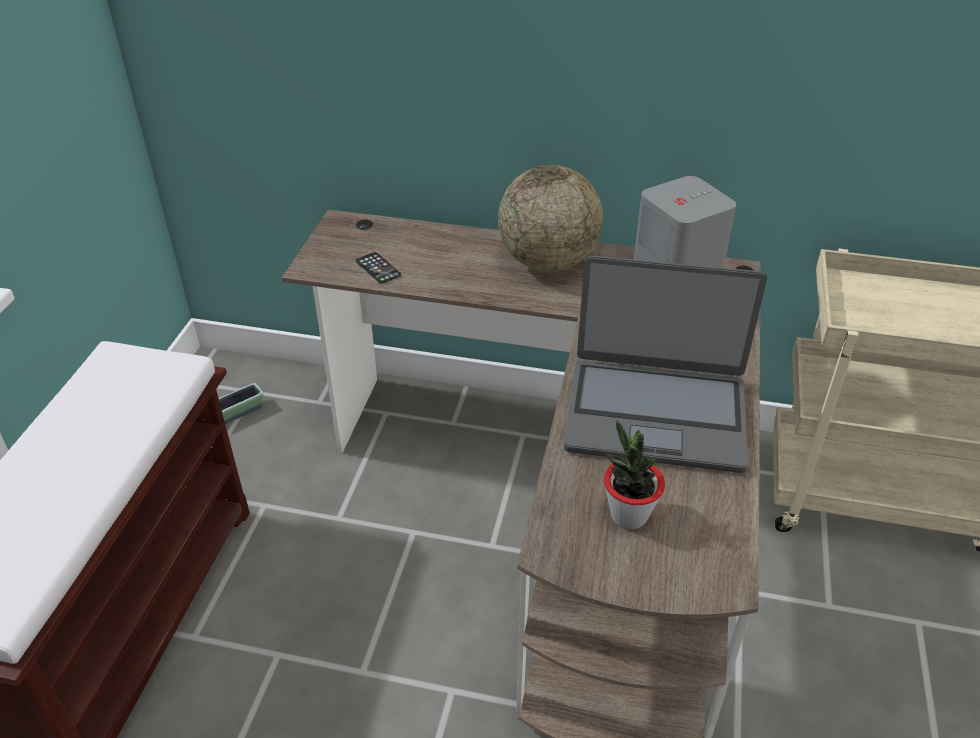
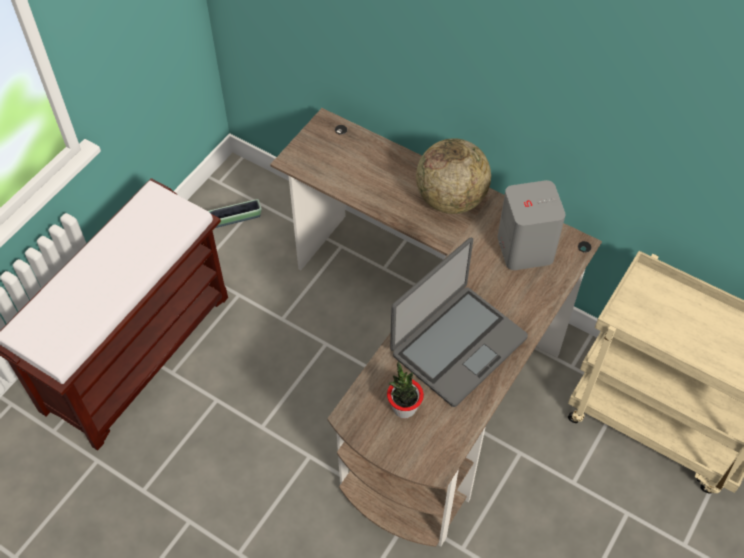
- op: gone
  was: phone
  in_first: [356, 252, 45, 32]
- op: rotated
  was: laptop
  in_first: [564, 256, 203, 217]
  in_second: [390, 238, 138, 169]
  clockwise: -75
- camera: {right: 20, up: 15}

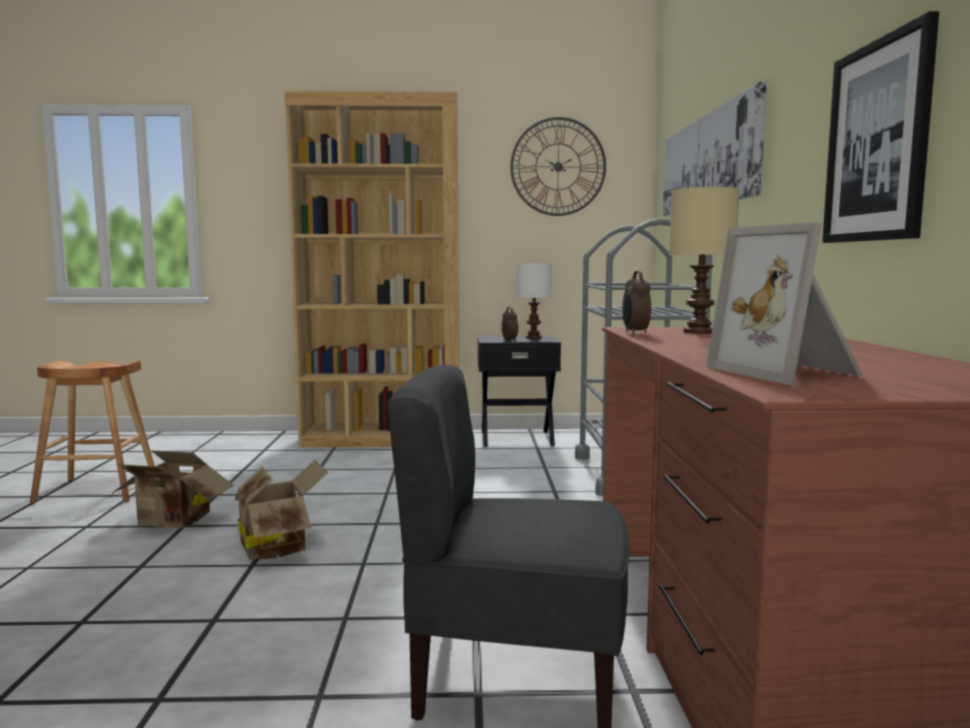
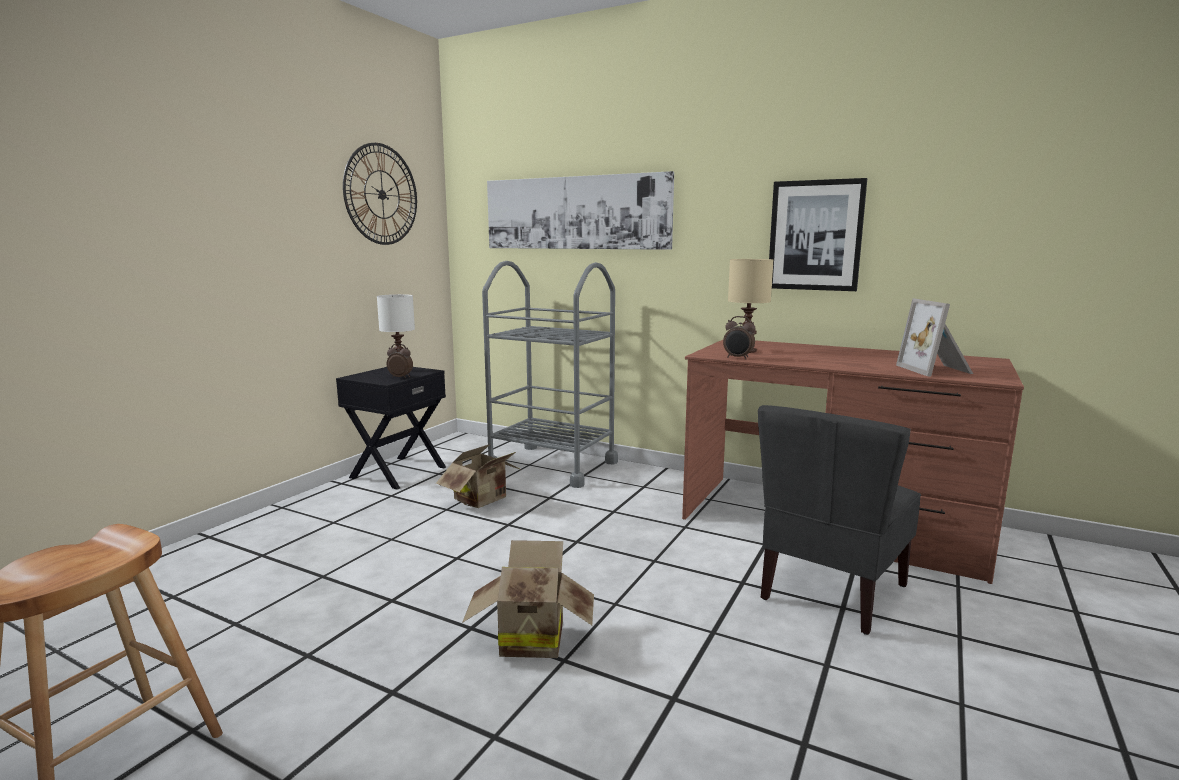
- op: gone
  was: brown bookcase
  in_first: [284, 91, 175, 357]
- op: rotated
  was: picture frame
  in_first: [706, 222, 157, 163]
  in_second: [896, 298, 77, 78]
  clockwise: 75
- op: shifted
  was: cardboard box
  in_first: [111, 450, 123, 79]
  in_second: [436, 444, 85, 64]
- camera: {right: -60, up: 5}

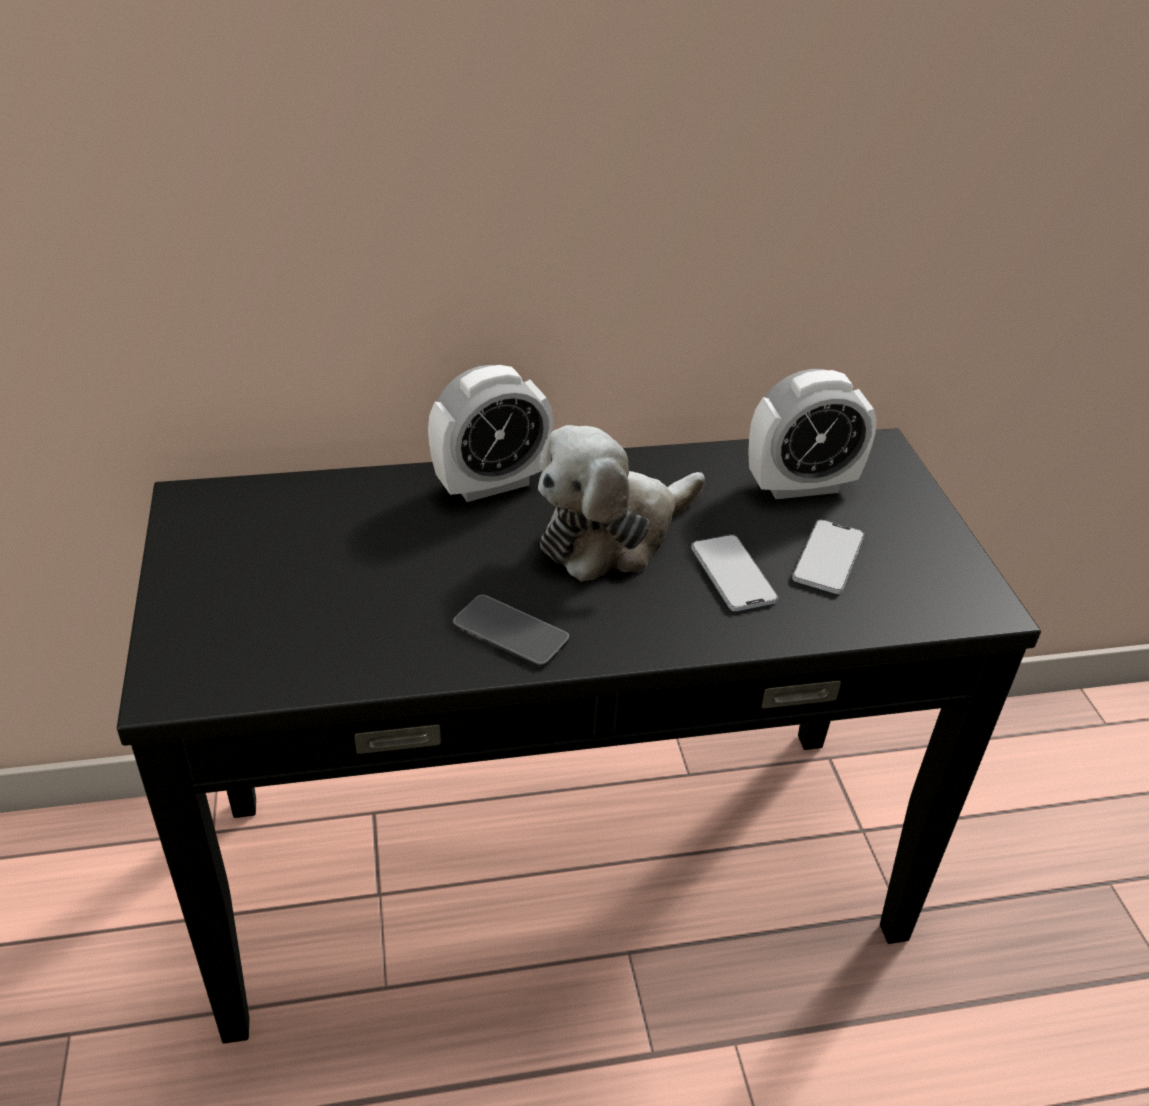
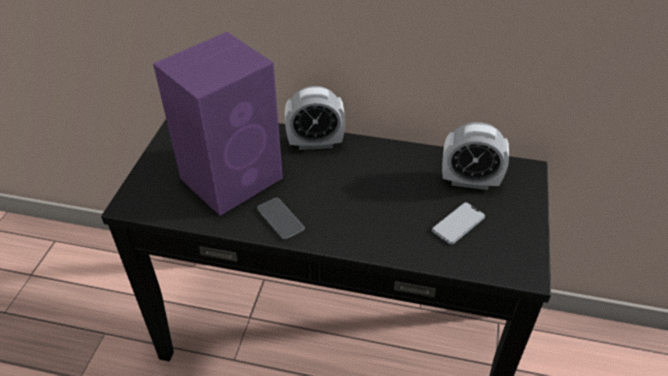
- op: gone
  was: plush toy
  in_first: [538, 425, 167, 156]
- op: gone
  was: phone
  in_first: [691, 534, 87, 77]
- op: new
  now: purple speaker
  in_second: [153, 32, 130, 184]
- camera: {right: 25, up: 5}

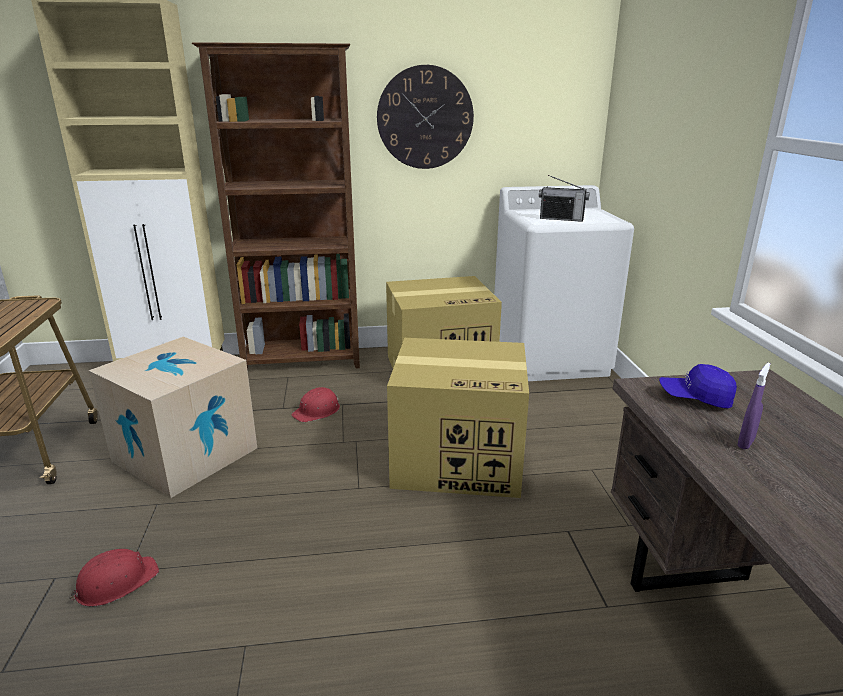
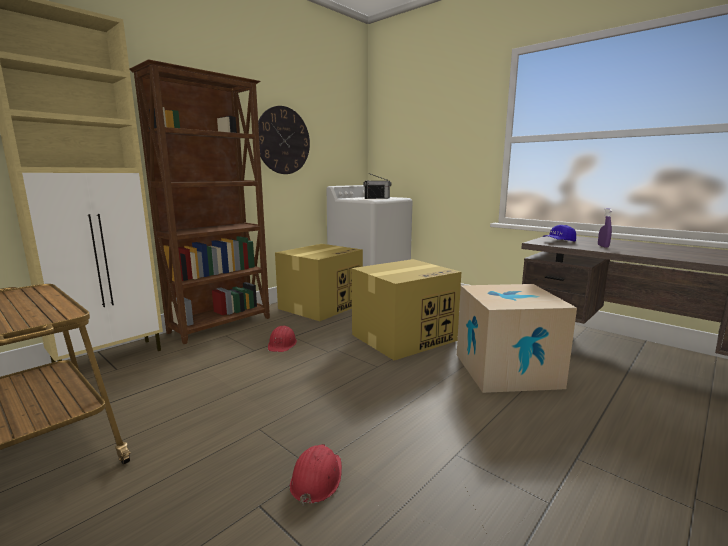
- op: shifted
  was: cardboard box
  in_first: [89, 337, 168, 161]
  in_second: [457, 284, 120, 109]
- camera: {right: -40, up: -10}

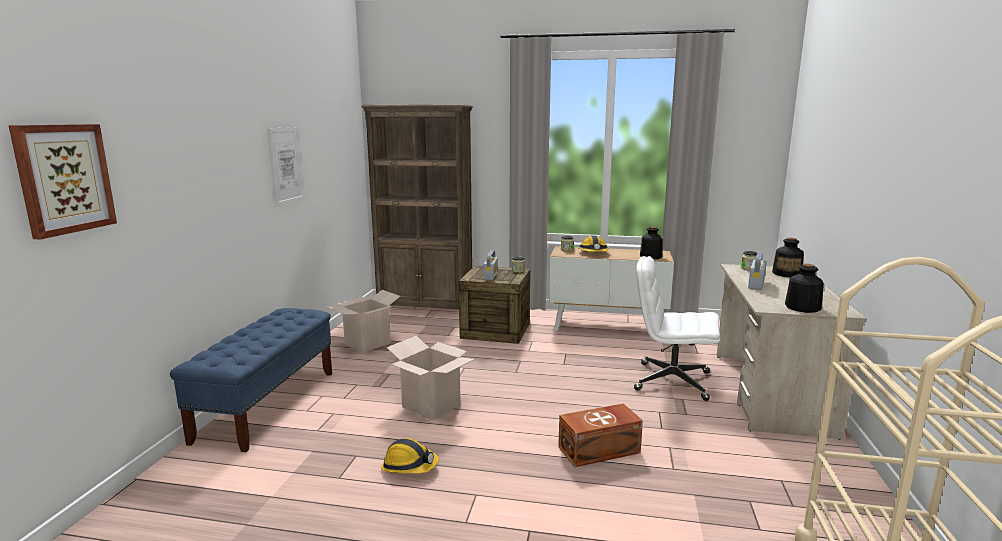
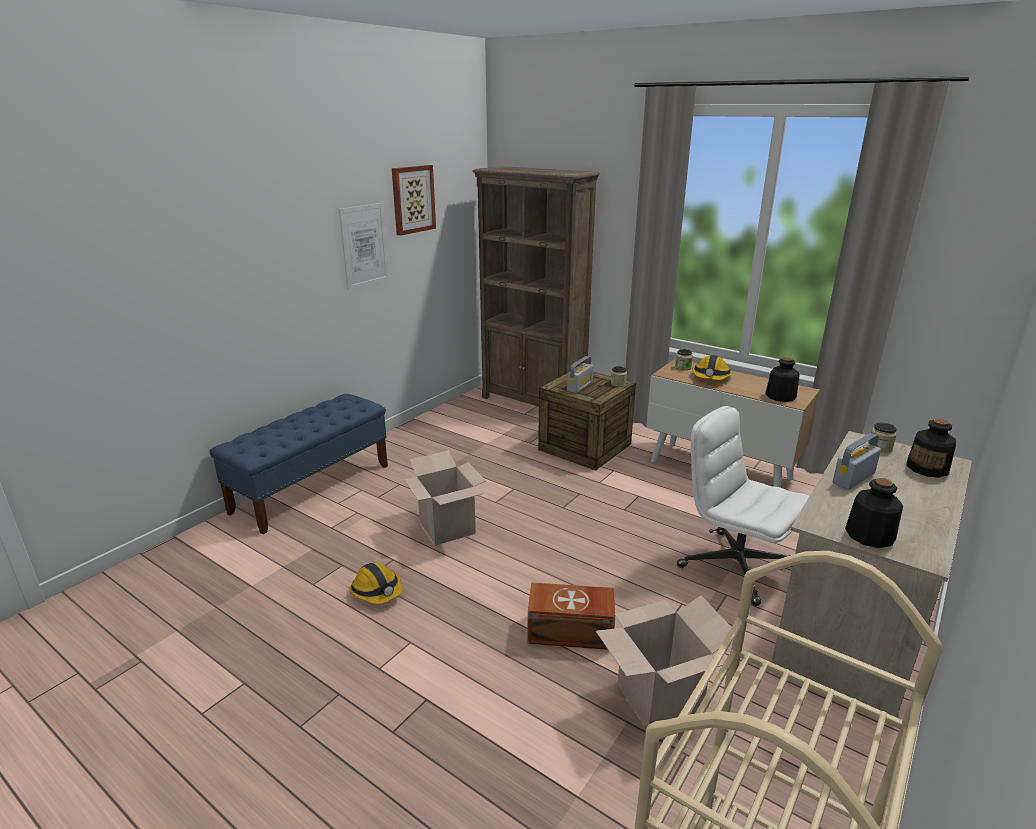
- op: shifted
  was: picture
  in_first: [8, 124, 109, 115]
  in_second: [392, 165, 44, 71]
- op: shifted
  was: cardboard box
  in_first: [328, 290, 72, 63]
  in_second: [596, 596, 135, 132]
- camera: {right: 25, up: 10}

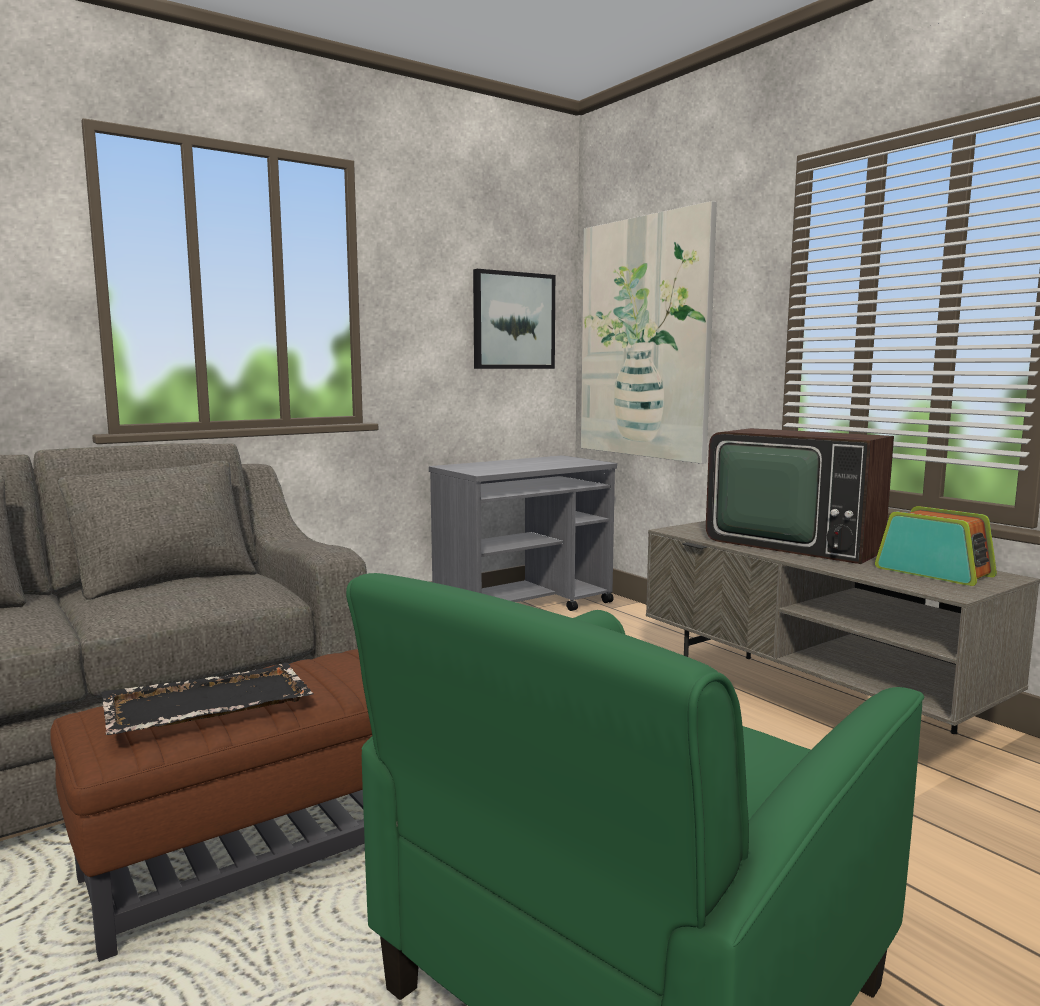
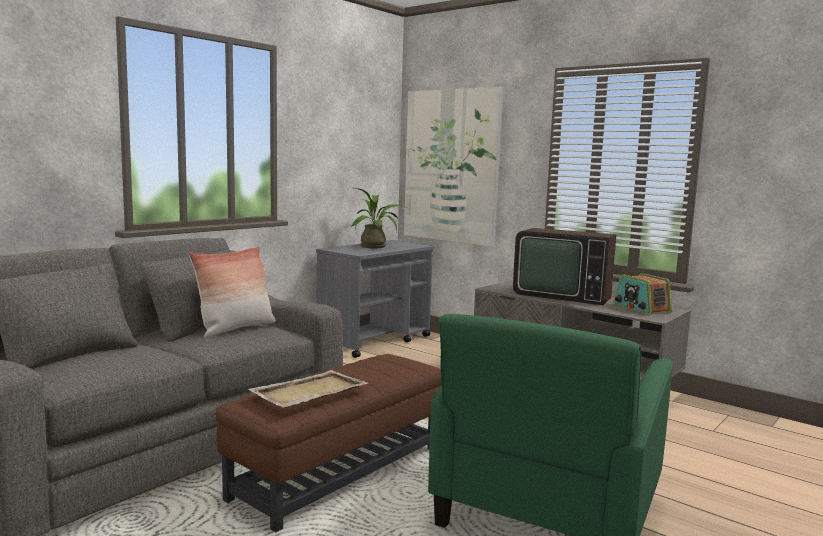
- op: gone
  was: picture
  in_first: [473, 269, 82, 100]
- op: rotated
  was: radio
  in_first: [875, 506, 122, 80]
  in_second: [614, 273, 58, 42]
  clockwise: -150
- op: repainted
  was: black tray
  now: beige tray
  in_first: [102, 663, 211, 72]
  in_second: [248, 370, 120, 38]
- op: new
  now: potted plant
  in_second: [350, 188, 57, 60]
- op: new
  now: pillow
  in_second: [189, 246, 87, 93]
- camera: {right: -15, up: 0}

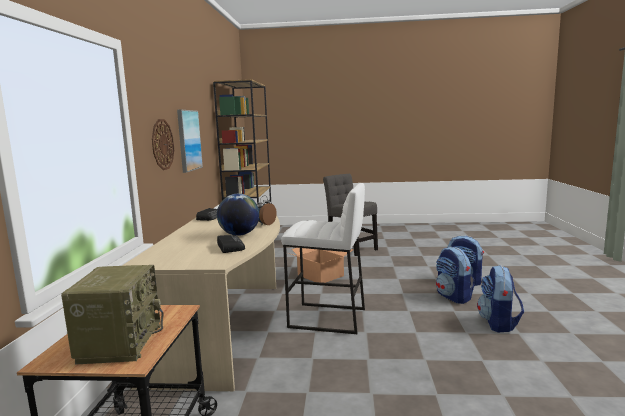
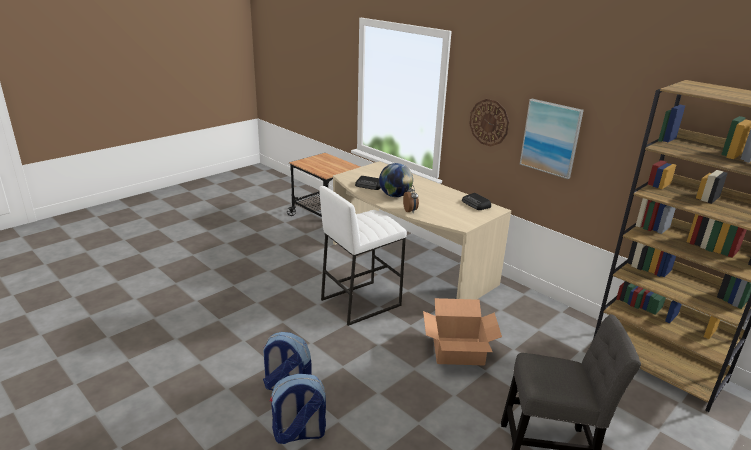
- op: gone
  was: radio
  in_first: [61, 265, 103, 100]
- op: gone
  was: backpack
  in_first: [477, 265, 47, 67]
- camera: {right: 130, up: 15}

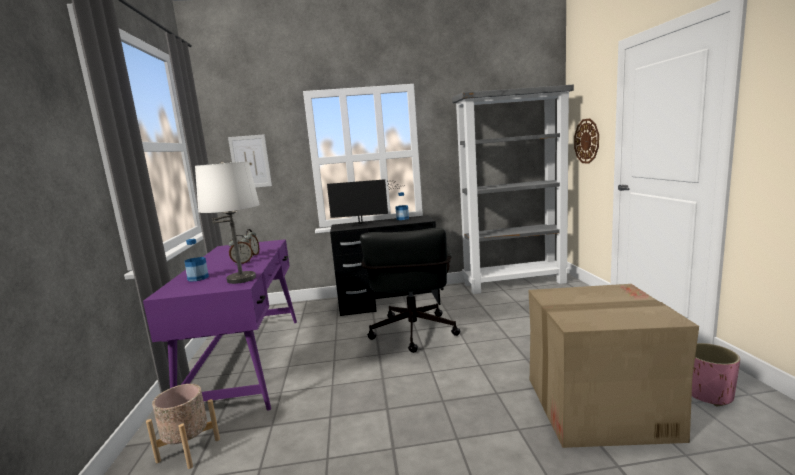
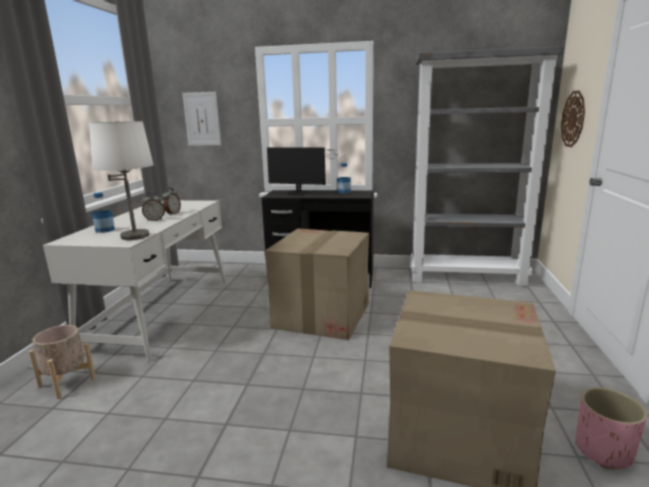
- op: swapped
  was: black office chair
  now: cardboard box
  in_first: [360, 228, 100, 125]
  in_second: [265, 229, 104, 111]
- op: repainted
  was: purple desk
  now: white desk
  in_first: [143, 239, 154, 171]
  in_second: [43, 200, 184, 162]
- camera: {right: 15, up: 5}

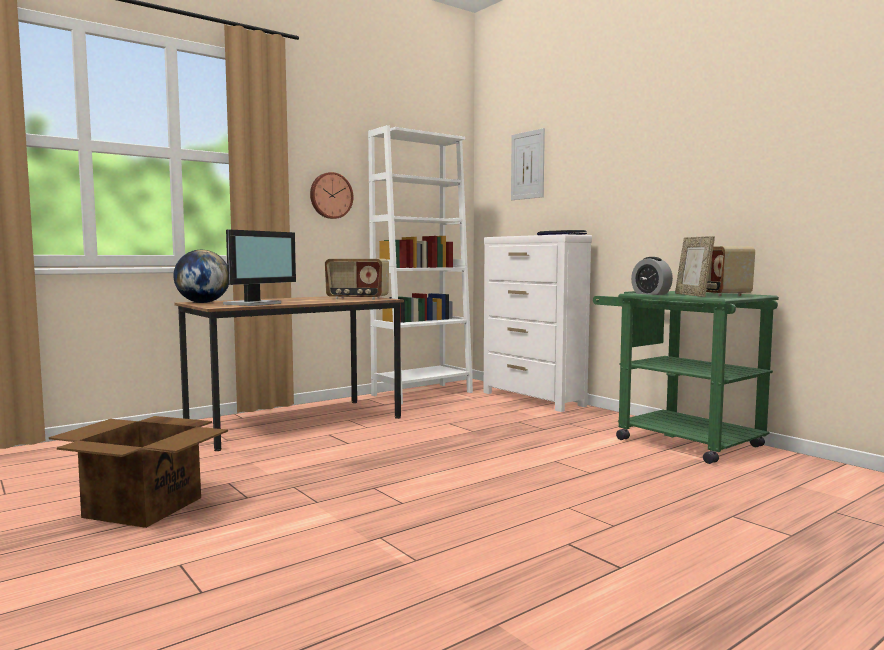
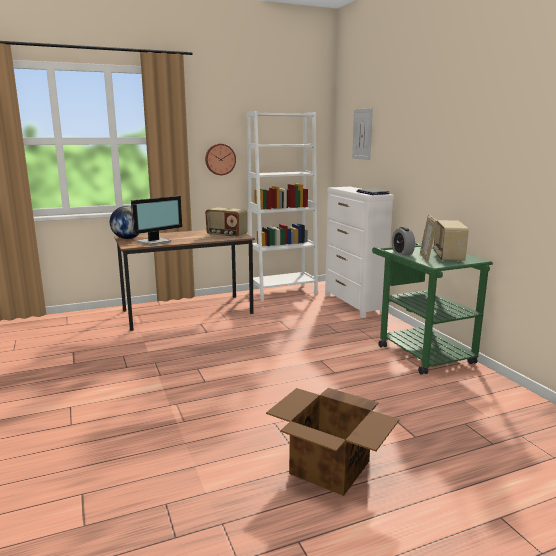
- op: shifted
  was: cardboard box
  in_first: [49, 416, 179, 112]
  in_second: [266, 388, 134, 108]
- camera: {right: 15, up: 10}

